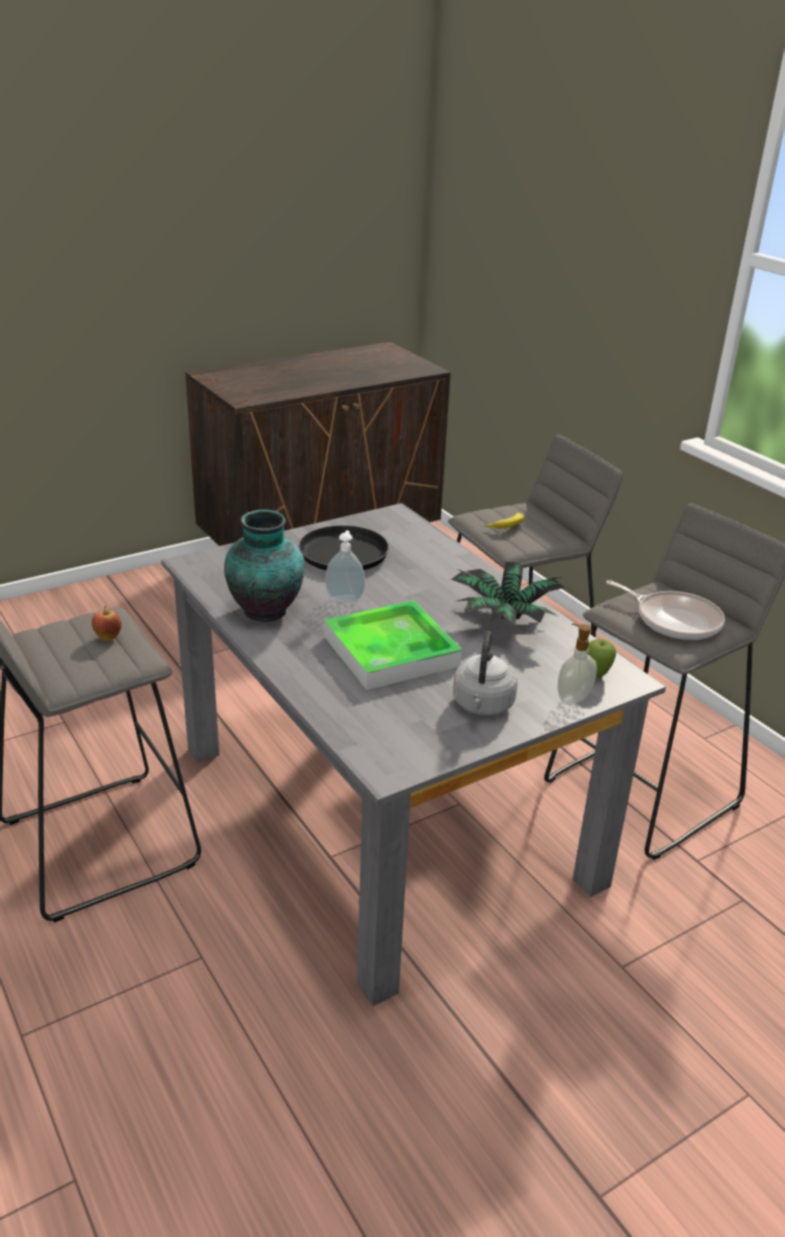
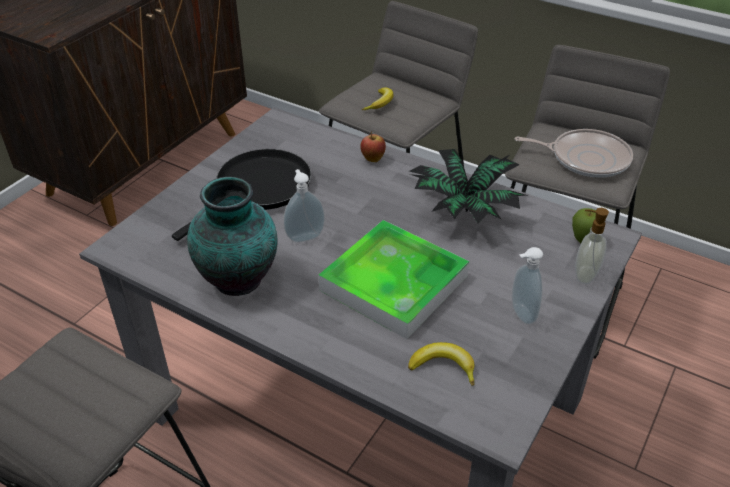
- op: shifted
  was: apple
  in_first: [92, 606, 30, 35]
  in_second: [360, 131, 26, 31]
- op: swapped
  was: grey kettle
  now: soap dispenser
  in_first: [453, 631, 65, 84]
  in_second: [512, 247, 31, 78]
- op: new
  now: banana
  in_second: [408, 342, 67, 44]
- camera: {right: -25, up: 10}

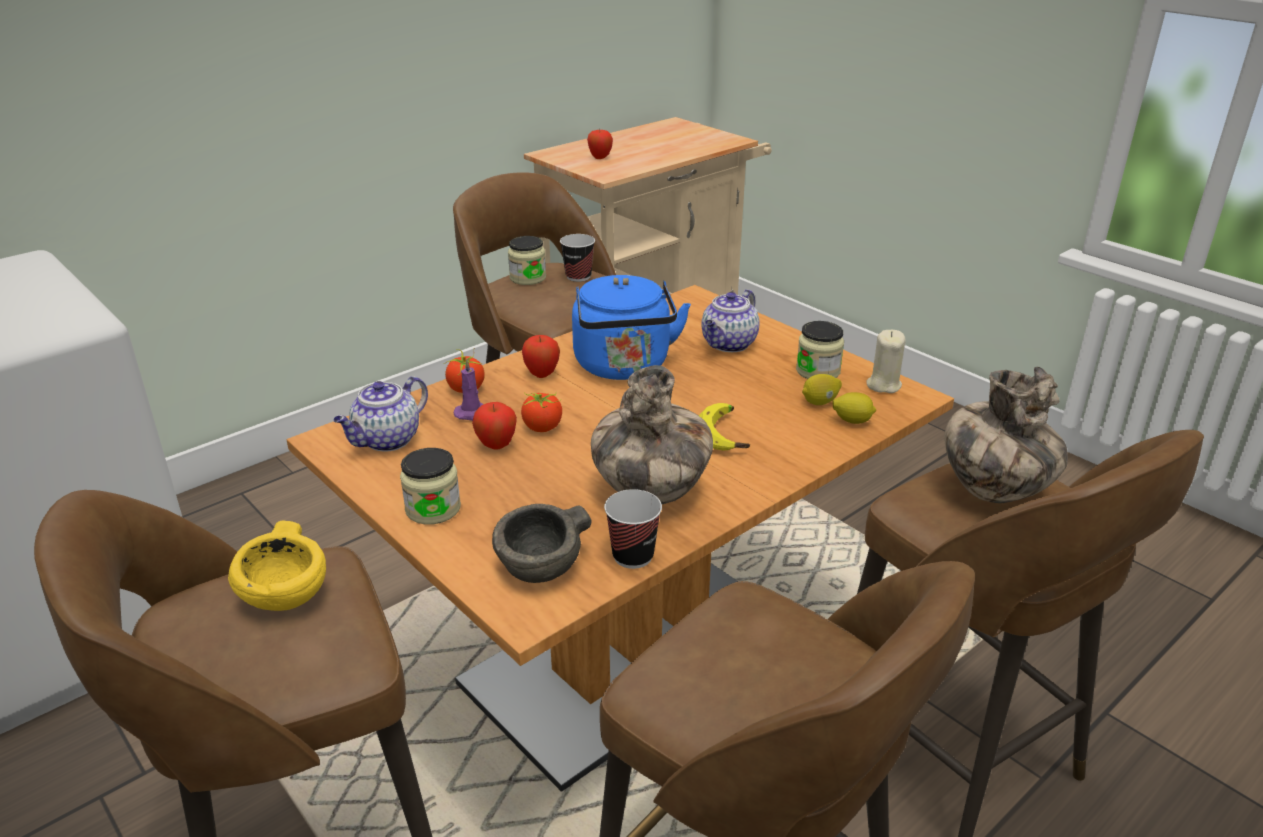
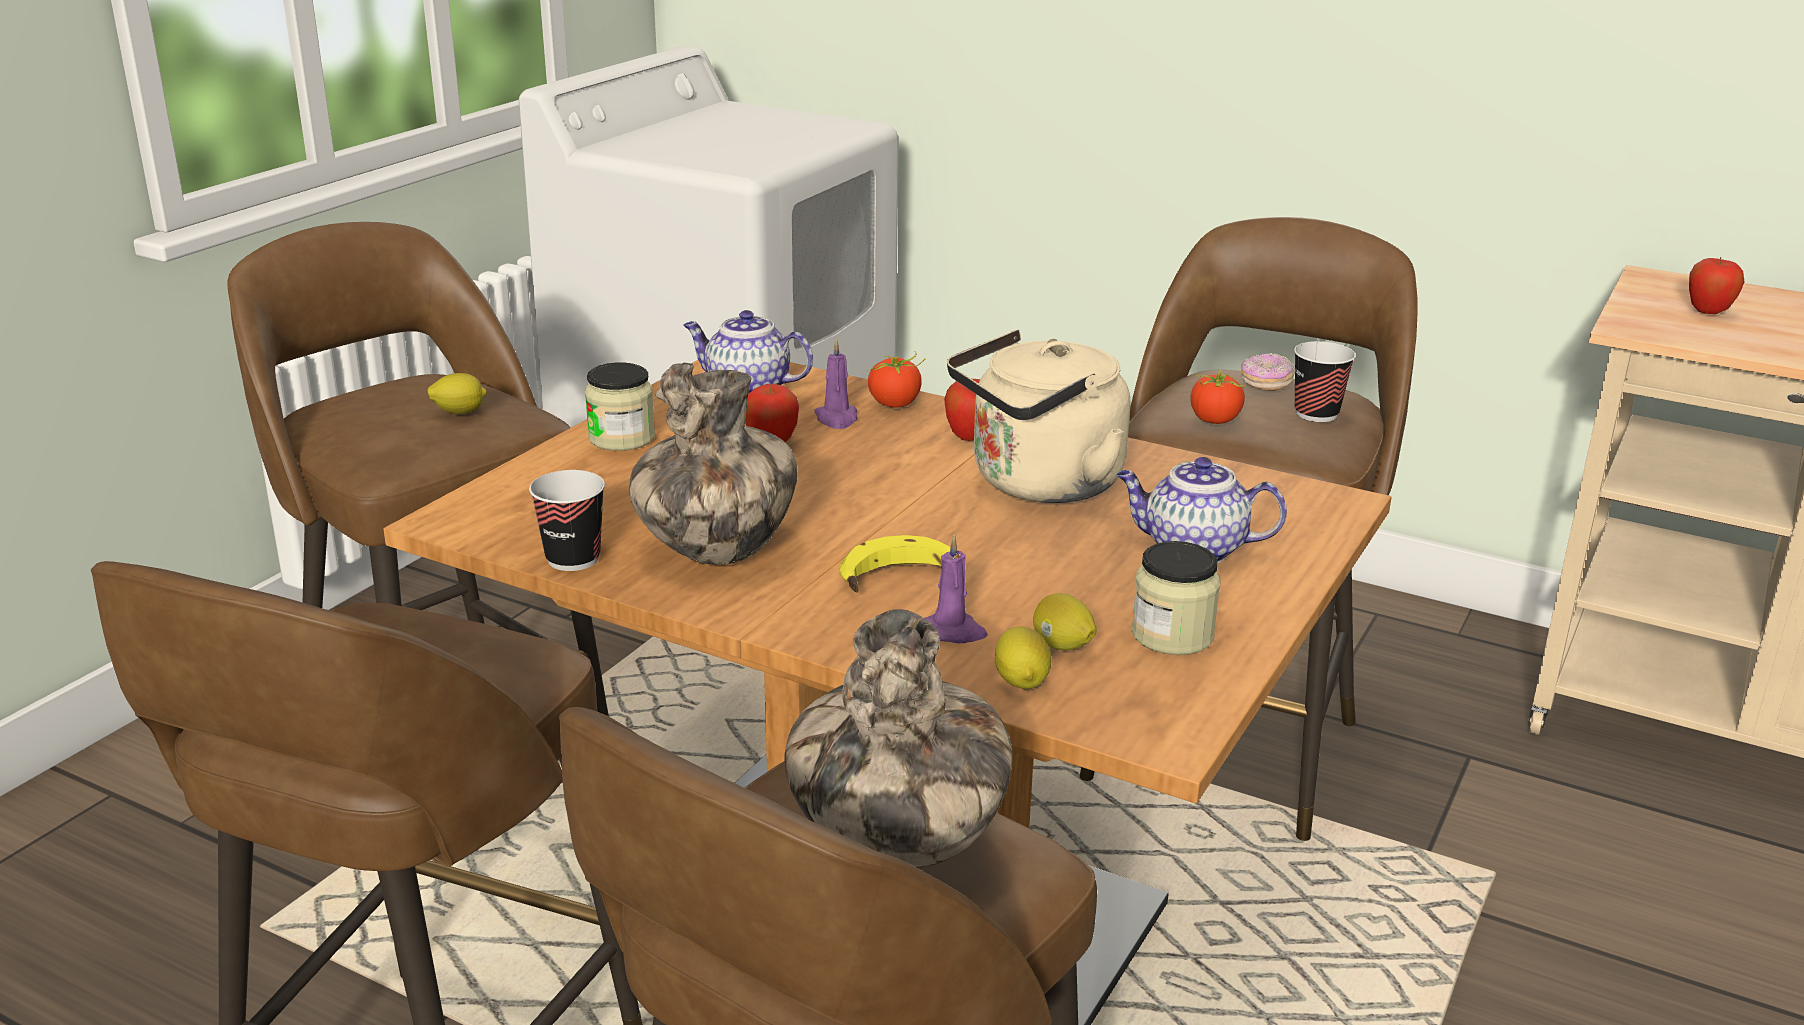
- op: swapped
  was: jar
  now: donut
  in_first: [508, 236, 38, 49]
  in_second: [1241, 353, 54, 38]
- op: repainted
  was: blue kettle
  now: beige kettle
  in_first: [572, 275, 119, 105]
  in_second: [947, 330, 183, 173]
- op: gone
  was: beige candle
  in_first: [867, 330, 39, 63]
- op: shifted
  was: tomato
  in_first: [521, 393, 41, 39]
  in_second: [1190, 370, 56, 54]
- op: gone
  was: grey bowl
  in_first: [492, 504, 100, 79]
- op: swapped
  was: yellow bowl
  now: lemon
  in_first: [228, 521, 98, 90]
  in_second: [428, 373, 59, 41]
- op: new
  now: purple candle
  in_second: [925, 534, 63, 109]
- camera: {right: 70, up: -5}

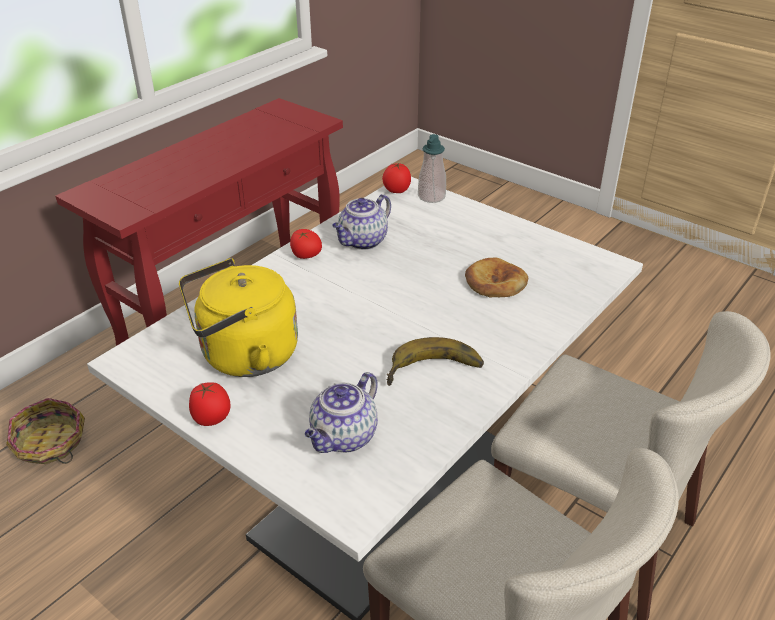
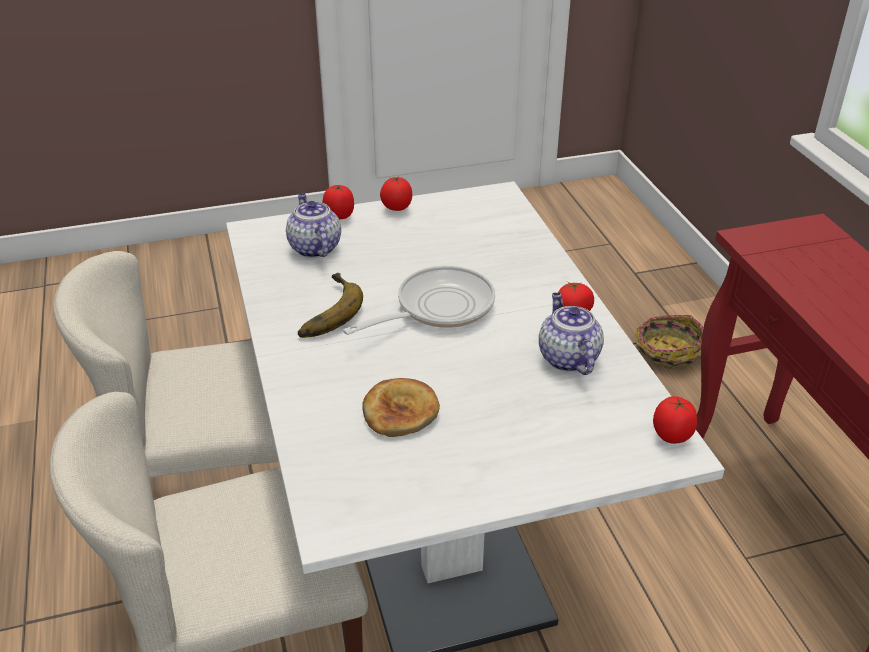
- op: gone
  was: soap dispenser
  in_first: [418, 134, 28, 69]
- op: gone
  was: yellow kettle
  in_first: [179, 258, 119, 119]
- op: new
  now: tomato
  in_second: [323, 185, 31, 35]
- op: new
  now: frying pan
  in_second: [343, 266, 152, 69]
- camera: {right: 125, up: 0}

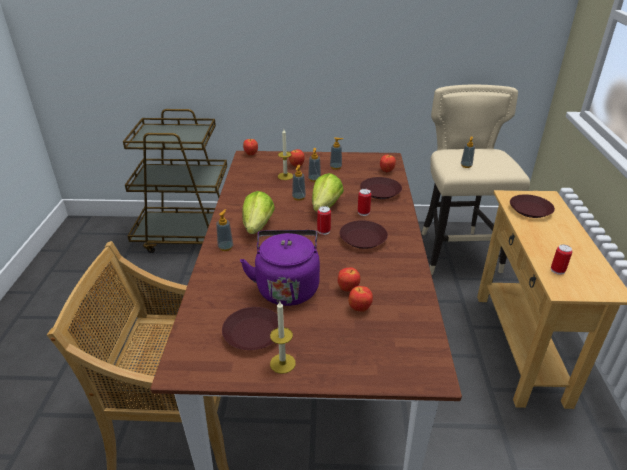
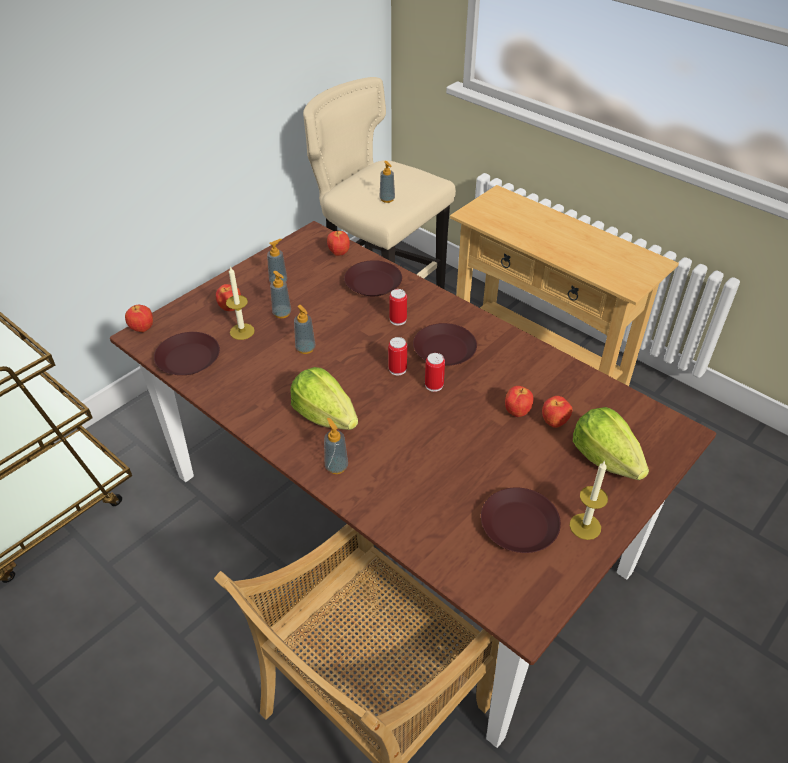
- op: shifted
  was: lettuce
  in_first: [312, 173, 32, 39]
  in_second: [573, 407, 76, 73]
- op: shifted
  was: brown plate
  in_first: [510, 194, 45, 24]
  in_second: [154, 332, 66, 43]
- op: gone
  was: purple kettle
  in_first: [240, 230, 80, 76]
- op: shifted
  was: can
  in_first: [551, 245, 21, 30]
  in_second: [425, 353, 20, 39]
- camera: {right: -50, up: 10}

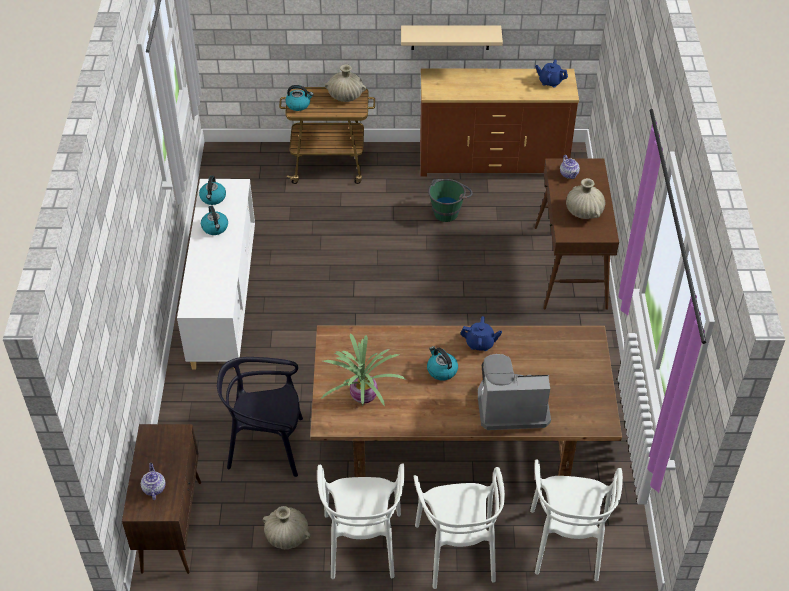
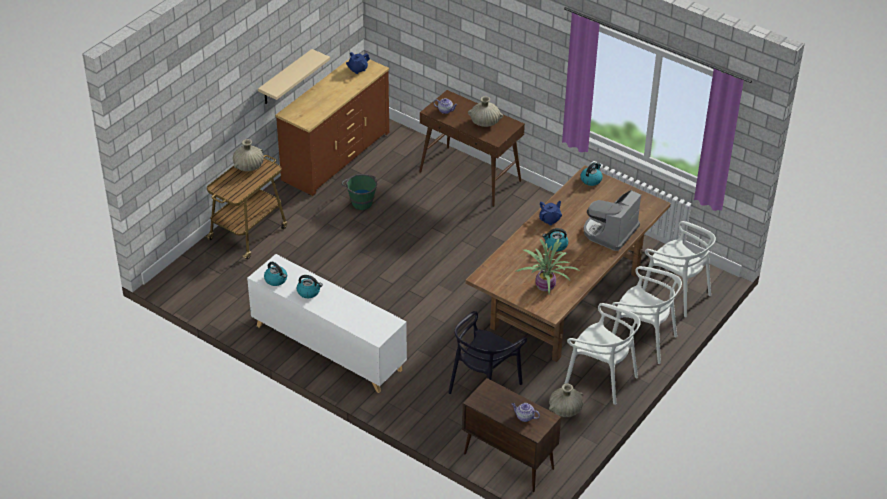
- op: shifted
  was: kettle
  in_first: [285, 85, 29, 26]
  in_second: [581, 162, 22, 24]
- camera: {right: -55, up: -5}

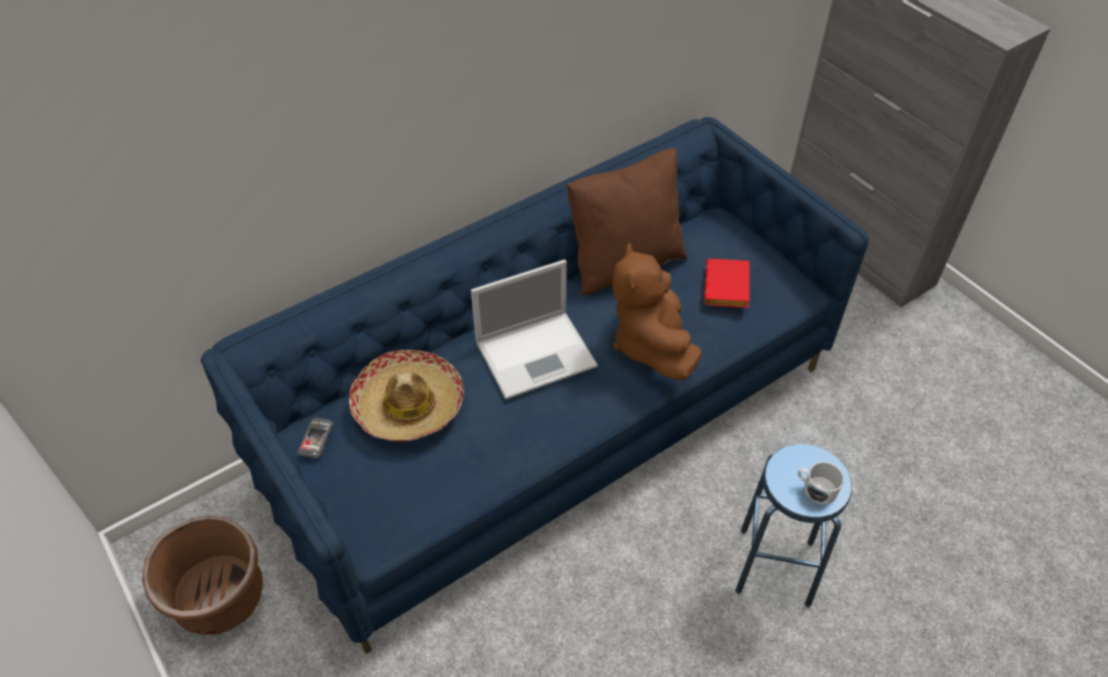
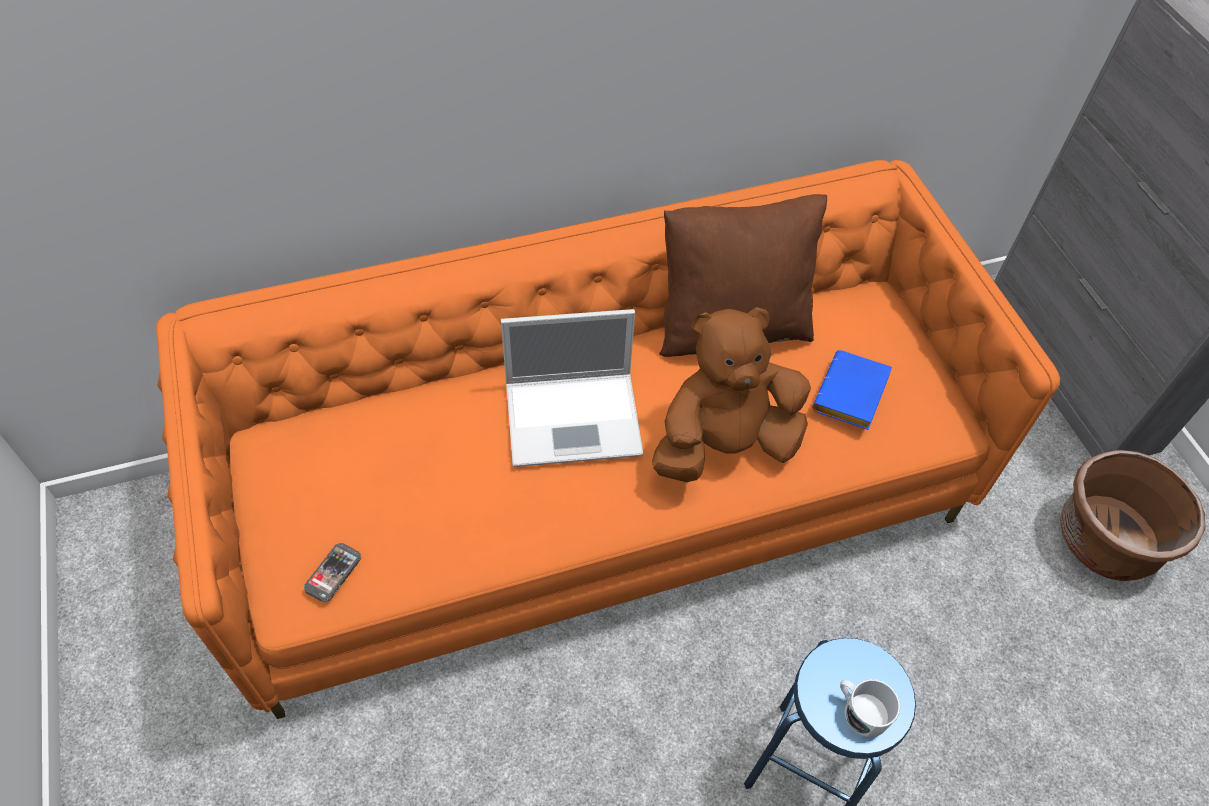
- op: repainted
  was: blue sofa
  now: orange sofa
  in_first: [200, 117, 669, 537]
  in_second: [156, 160, 904, 559]
- op: rotated
  was: brown plush toy
  in_first: [612, 243, 89, 138]
  in_second: [652, 307, 159, 175]
  clockwise: 60
- op: repainted
  was: red book
  now: blue book
  in_first: [704, 259, 46, 49]
  in_second: [812, 350, 80, 80]
- op: gone
  was: hat
  in_first: [349, 350, 115, 92]
- op: shifted
  was: phone
  in_first: [298, 418, 35, 40]
  in_second: [304, 543, 57, 59]
- op: shifted
  was: brown planter
  in_first: [142, 516, 121, 119]
  in_second: [1060, 450, 145, 131]
- camera: {right: 15, up: 5}

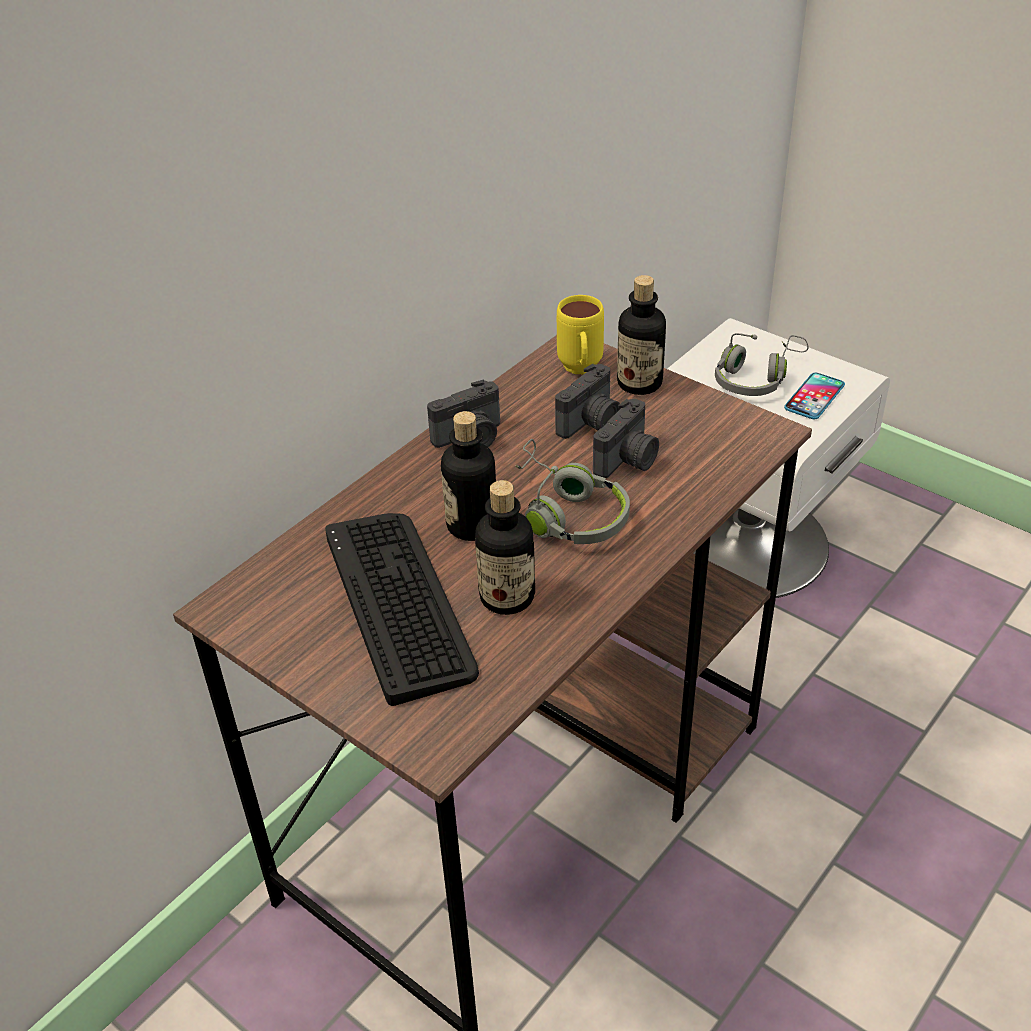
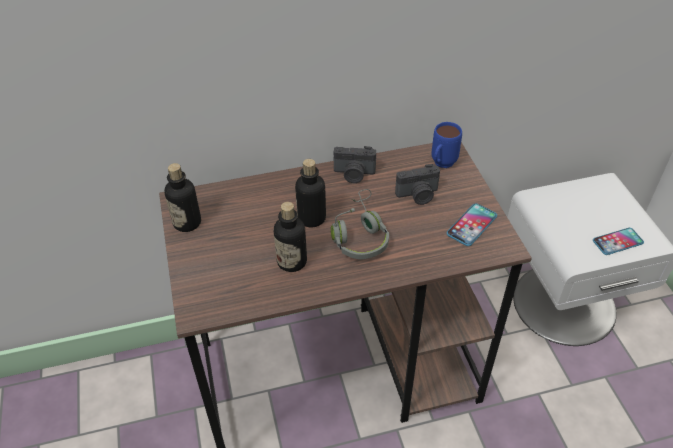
- op: shifted
  was: bottle
  in_first: [617, 275, 49, 120]
  in_second: [164, 163, 37, 69]
- op: repainted
  was: yellow mug
  now: blue mug
  in_first: [557, 295, 47, 79]
  in_second: [431, 122, 31, 46]
- op: gone
  was: grey headphones
  in_first: [715, 333, 94, 63]
- op: gone
  was: photo camera
  in_first: [593, 399, 66, 79]
- op: gone
  was: keyboard
  in_first: [325, 513, 154, 193]
- op: new
  now: phone
  in_second: [447, 203, 50, 43]
- camera: {right: 35, up: 5}

